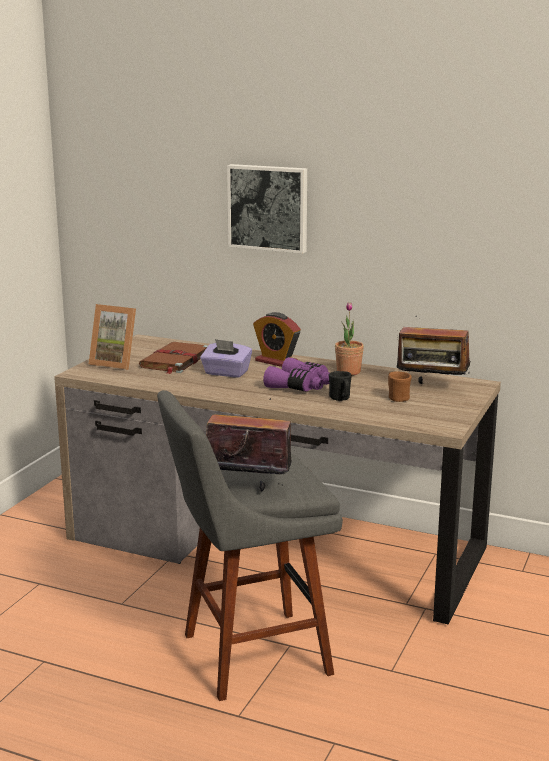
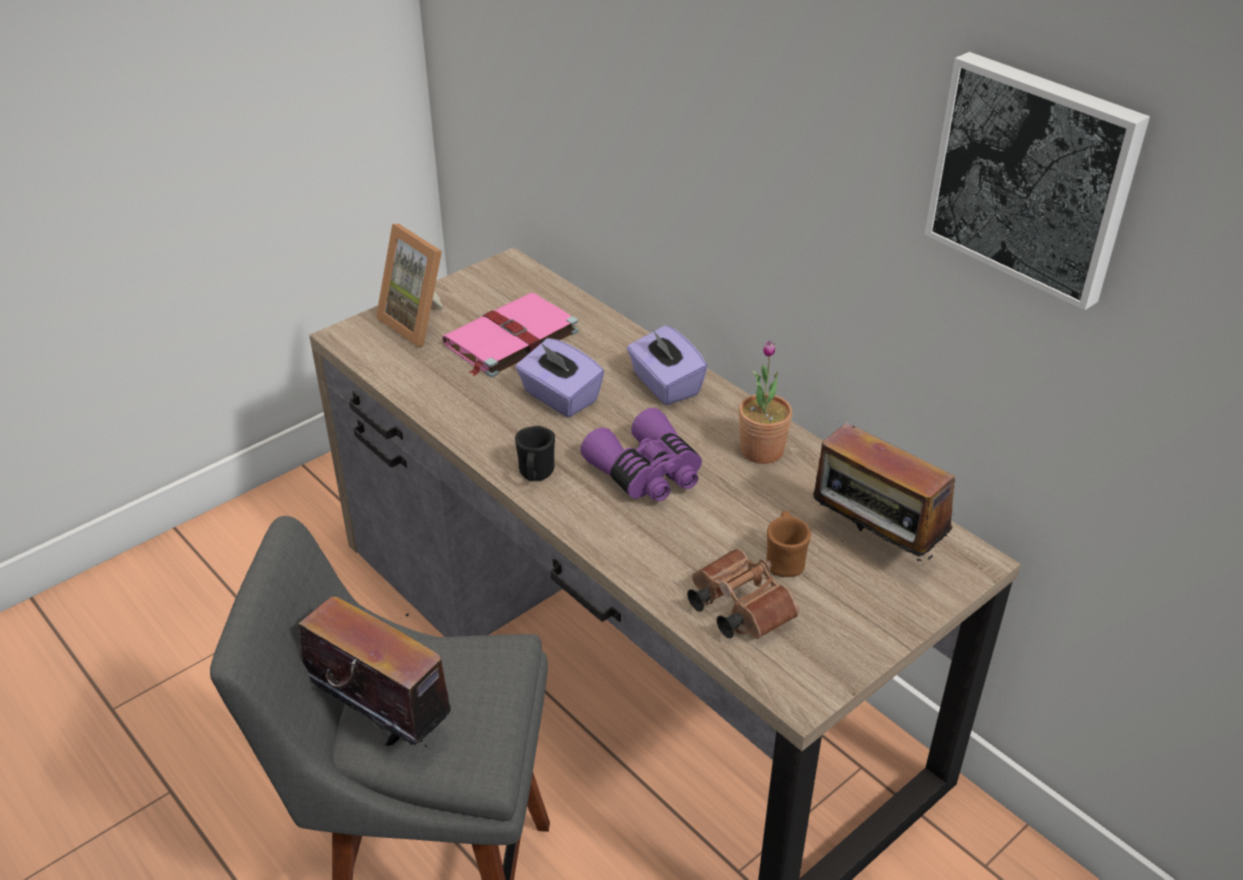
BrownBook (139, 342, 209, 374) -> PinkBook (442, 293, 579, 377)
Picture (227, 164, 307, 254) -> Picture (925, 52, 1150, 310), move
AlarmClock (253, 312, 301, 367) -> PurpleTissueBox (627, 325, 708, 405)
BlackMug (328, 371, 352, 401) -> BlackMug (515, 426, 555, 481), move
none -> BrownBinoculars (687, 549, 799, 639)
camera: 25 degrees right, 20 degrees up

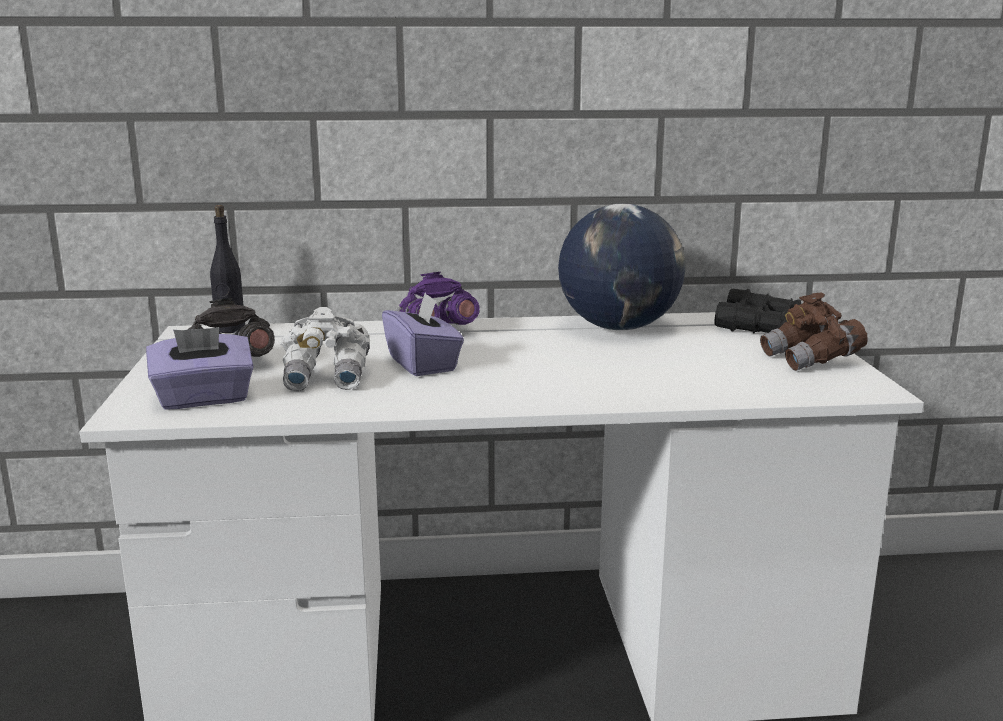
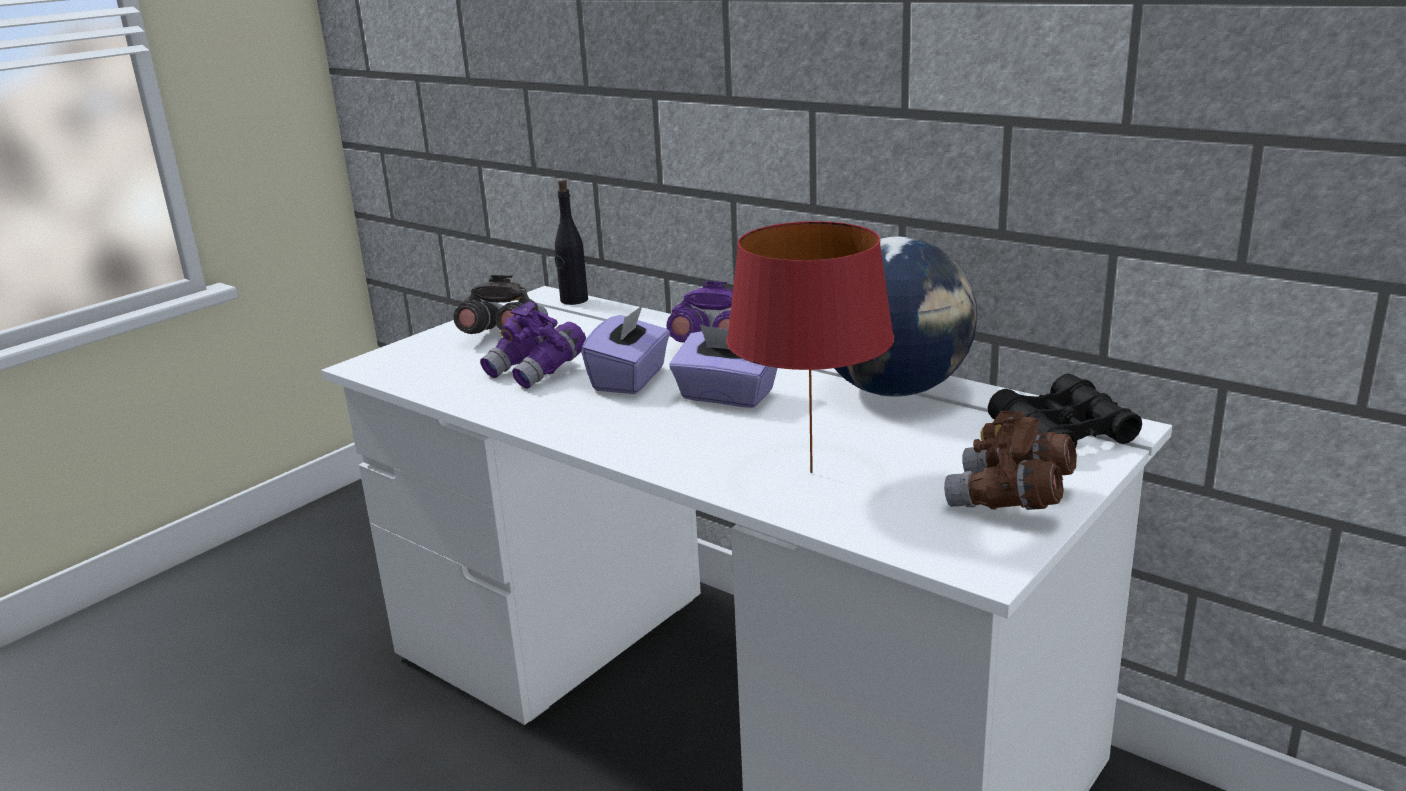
PurpleTissueBox (146, 327, 254, 410) -> PurpleTissueBox (669, 325, 777, 408), move
WhiteBinoculars (280, 307, 370, 391) -> PurpleBinoculars (480, 302, 586, 389)
none -> RedTableLamp (727, 221, 894, 473)
camera: 45 degrees right, 5 degrees up

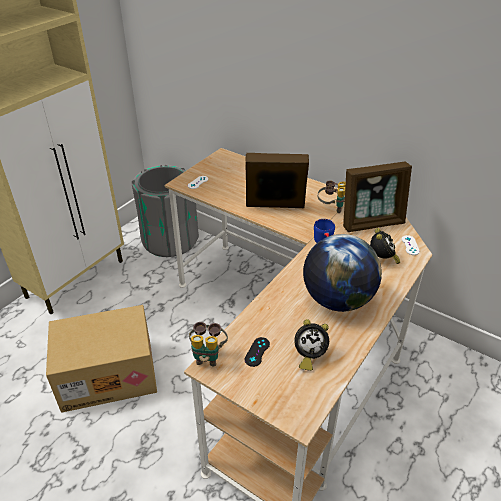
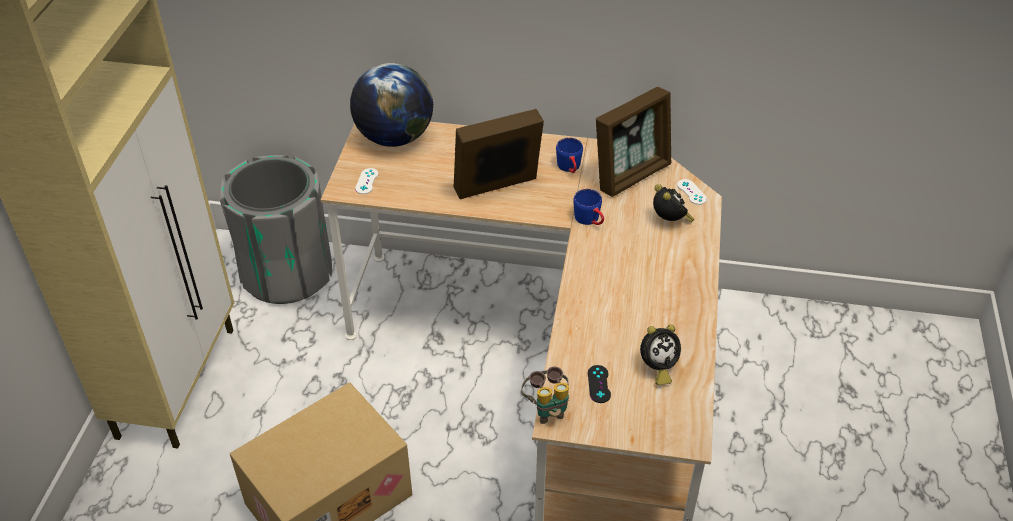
Globe (303, 234, 382, 312) -> Globe (350, 63, 433, 147), move
Binoculars (318, 181, 346, 213) -> BlueMug (556, 138, 583, 173)
camera: 25 degrees left, 5 degrees up

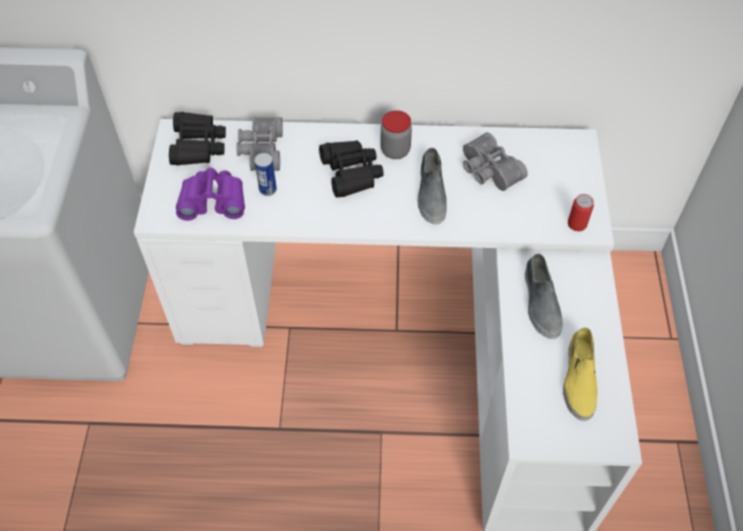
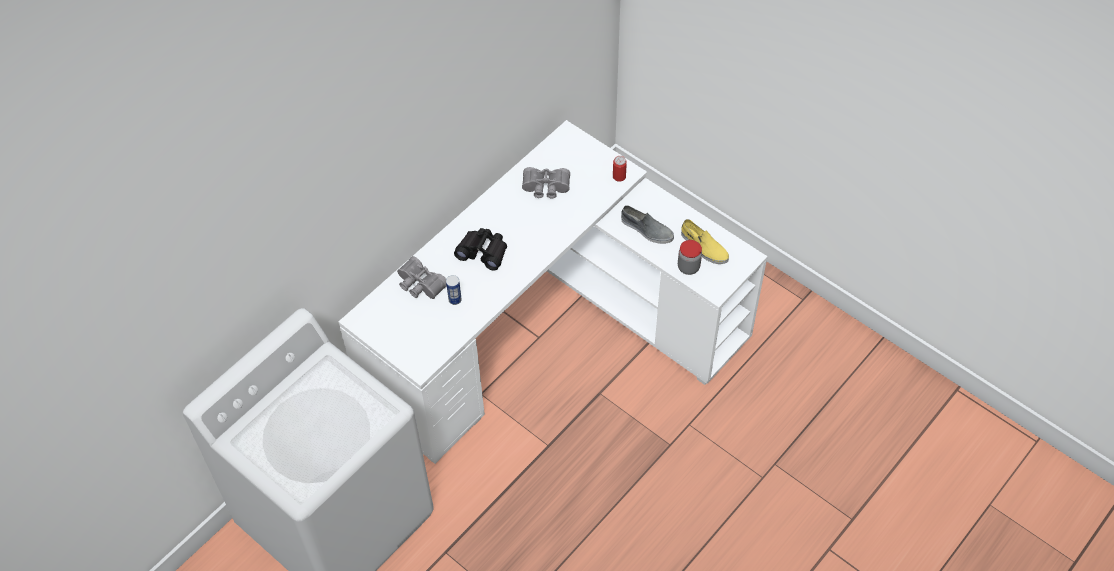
BlackBinoculars (169, 112, 226, 166) -> none
PurpleBinoculars (176, 167, 245, 221) -> none
Jar (381, 110, 412, 159) -> Jar (678, 240, 702, 275), move
GreyShoe (417, 148, 447, 224) -> none
camera: 50 degrees left, 0 degrees up

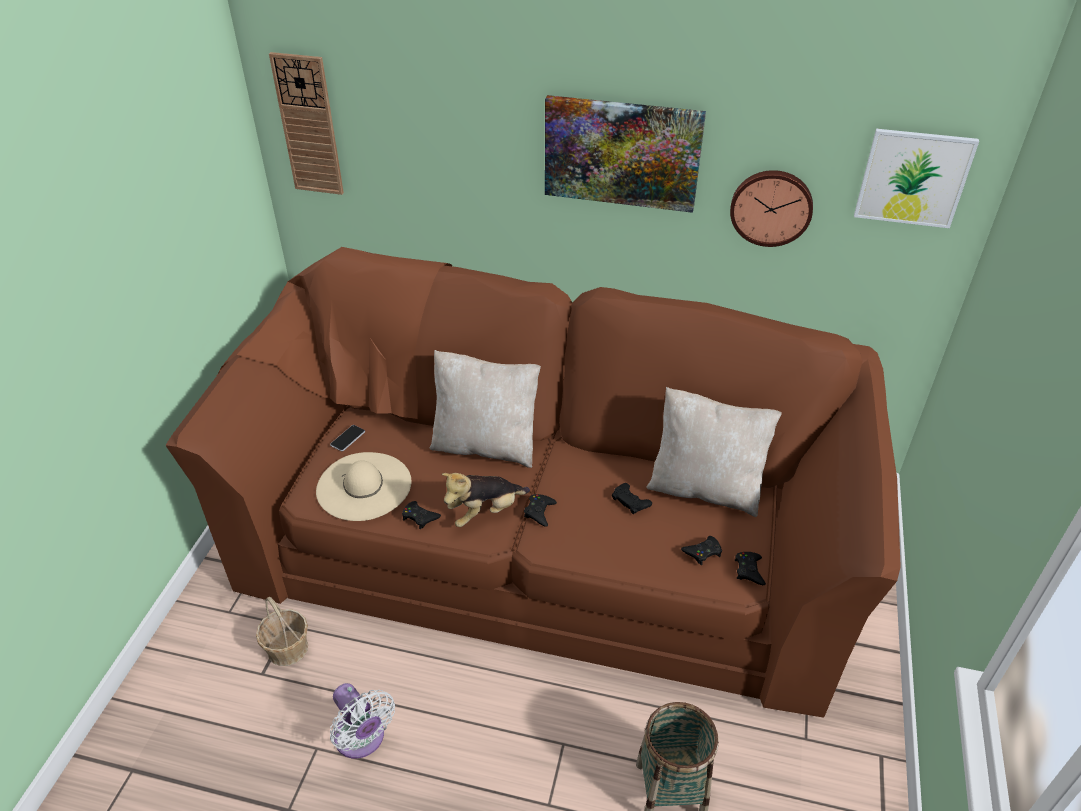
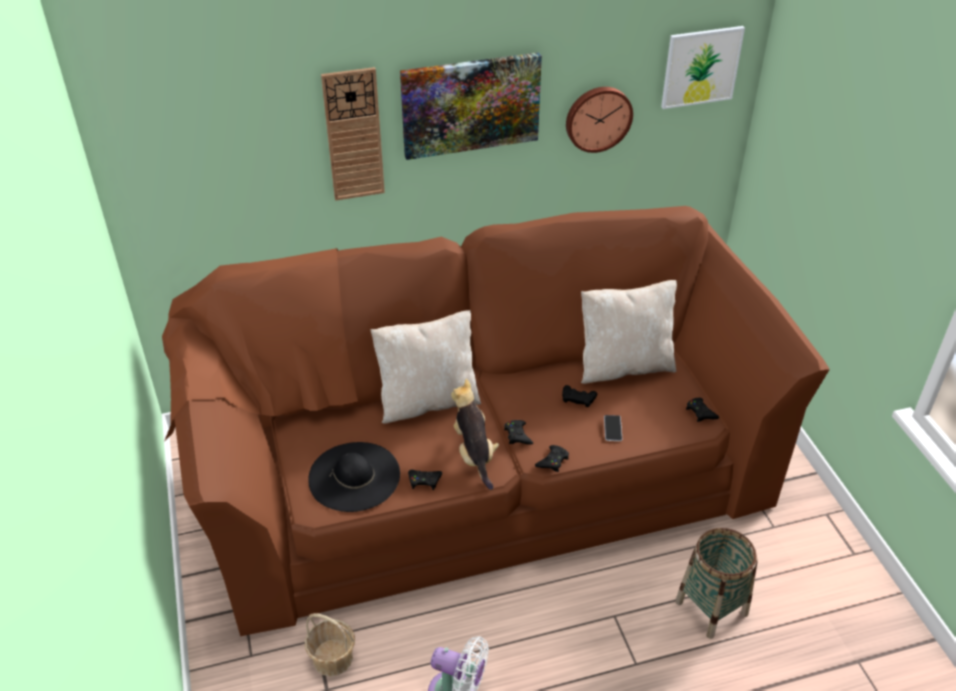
WallClock (269, 52, 344, 195) -> WallClock (321, 67, 385, 201), move
BeigeHat (316, 452, 411, 521) -> BlackHat (308, 442, 400, 512)
Phone (330, 425, 365, 451) -> Phone (604, 415, 622, 441), move
PlushToy (442, 473, 530, 527) -> PlushToy (451, 379, 499, 490), 135 degrees clockwise
BlackGameController (681, 536, 722, 565) -> BlackGameController (535, 445, 569, 472), move
camera: 30 degrees left, 0 degrees up

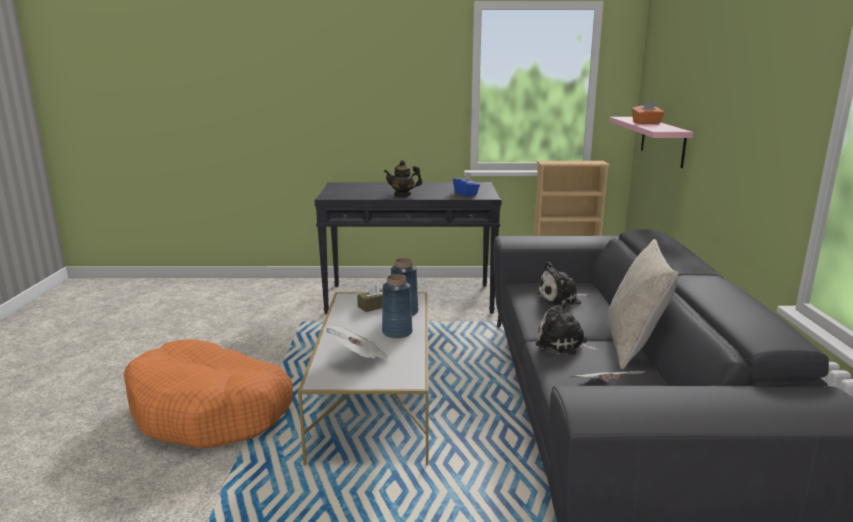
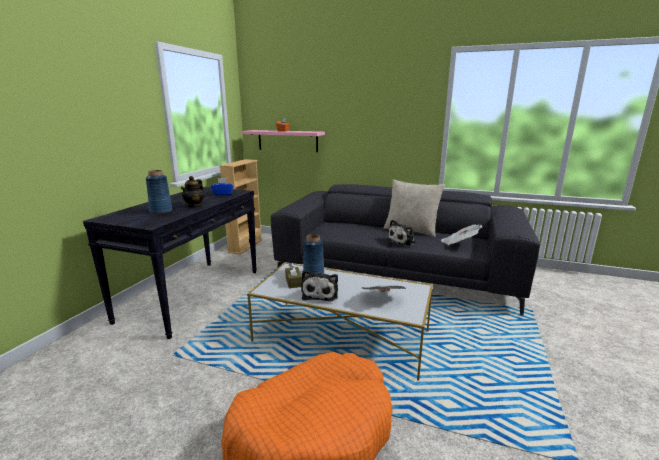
BlueVase (382, 274, 413, 338) -> BlueVase (146, 170, 172, 214), move
PlushToy (536, 262, 589, 307) -> PlushToy (301, 270, 338, 302), move
camera: 70 degrees left, 0 degrees up

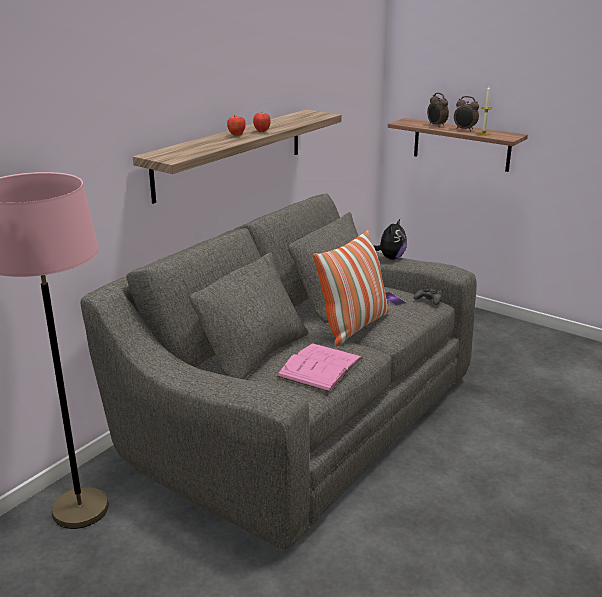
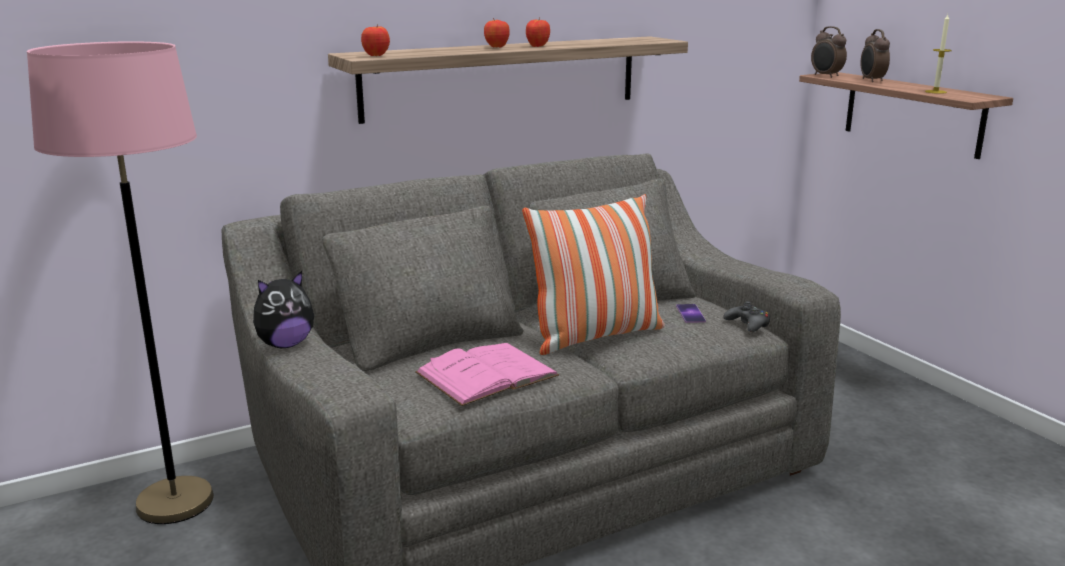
PlushToy (373, 219, 407, 260) -> PlushToy (253, 271, 314, 348), move
AlarmClock (454, 96, 479, 131) -> AlarmClock (811, 26, 847, 78), move
none -> Apple (361, 24, 390, 56)
camera: 25 degrees right, 5 degrees down

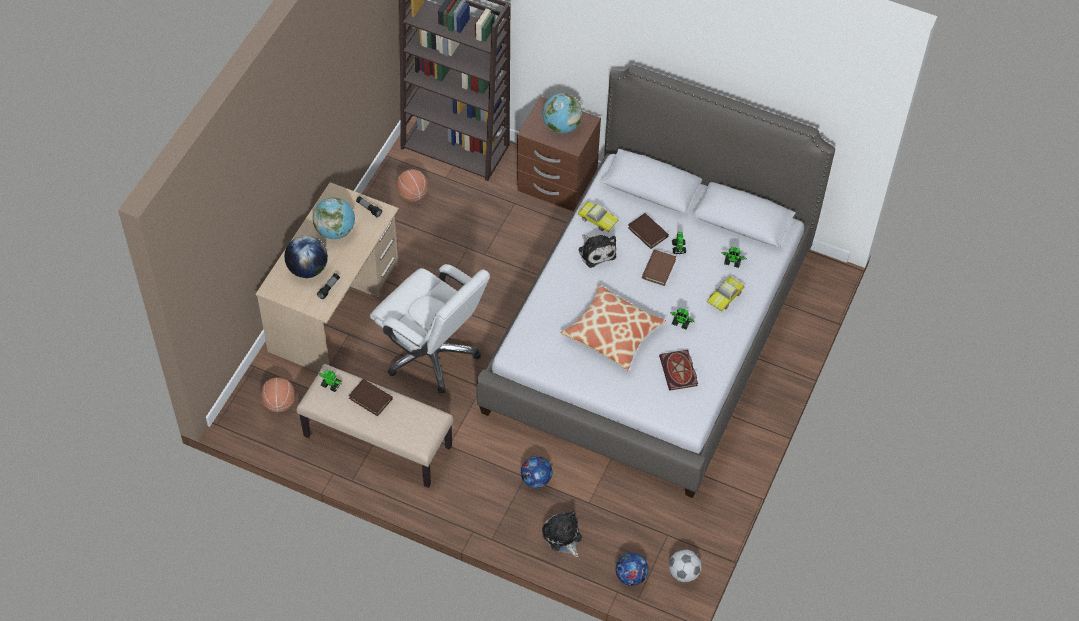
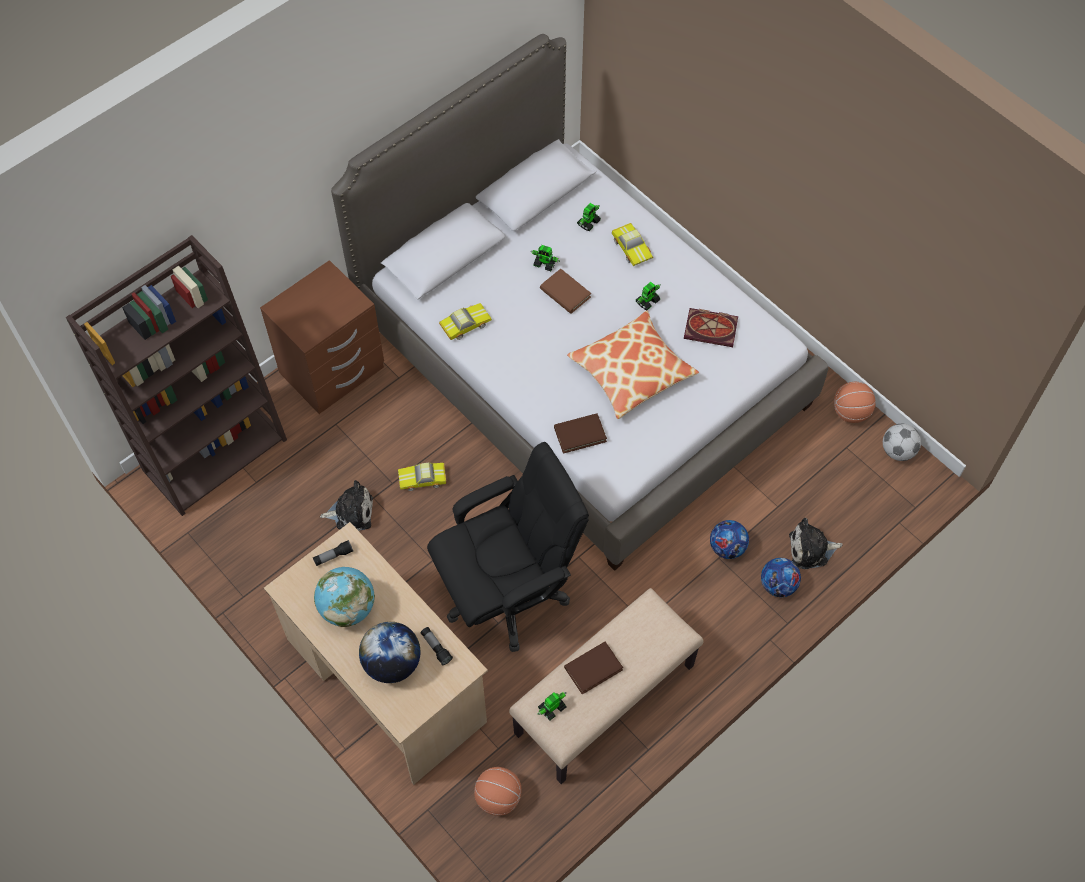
WhiteOfficeChair (370, 264, 490, 394) -> BlackOfficeChair (427, 442, 589, 652)
Basketball (396, 169, 428, 202) -> Basketball (834, 382, 876, 423), move
Globe (542, 93, 582, 133) -> none
PlushToy (579, 234, 616, 268) -> PlushToy (320, 480, 373, 531), move
Football (616, 553, 648, 586) -> Football (761, 558, 801, 597), move
BrownBook (628, 213, 669, 249) -> BrownBook (554, 413, 607, 454), move
none -> ToyCar (398, 463, 446, 491)
camera: 65 degrees left, 5 degrees up

